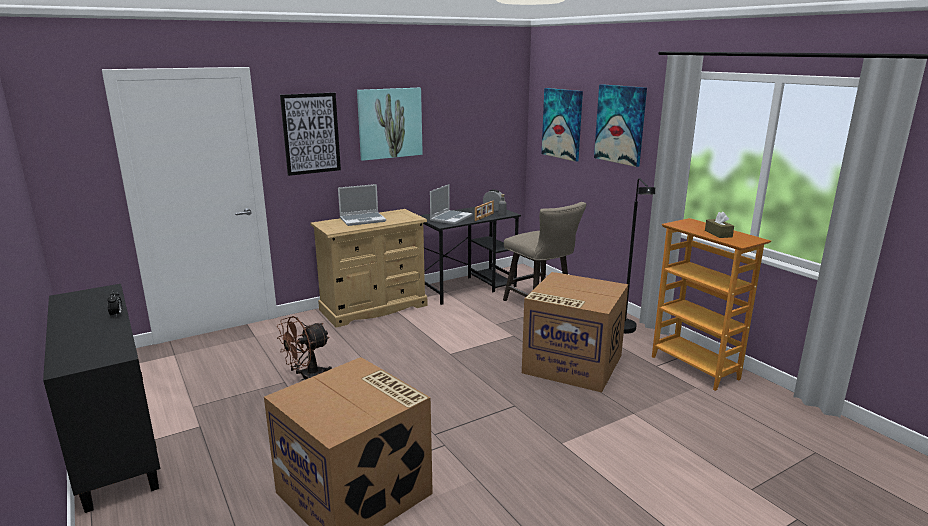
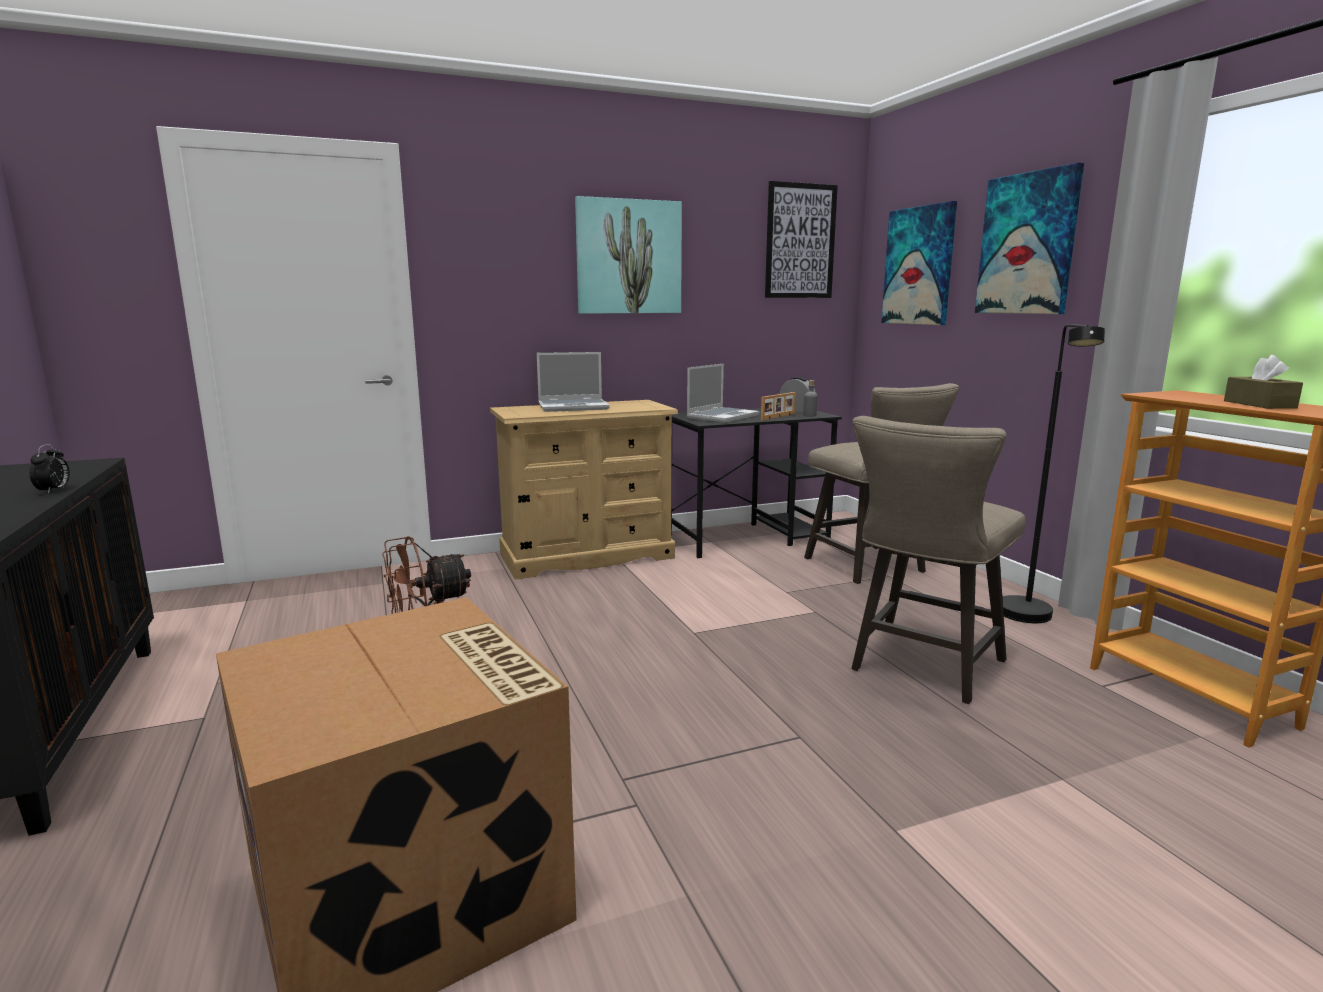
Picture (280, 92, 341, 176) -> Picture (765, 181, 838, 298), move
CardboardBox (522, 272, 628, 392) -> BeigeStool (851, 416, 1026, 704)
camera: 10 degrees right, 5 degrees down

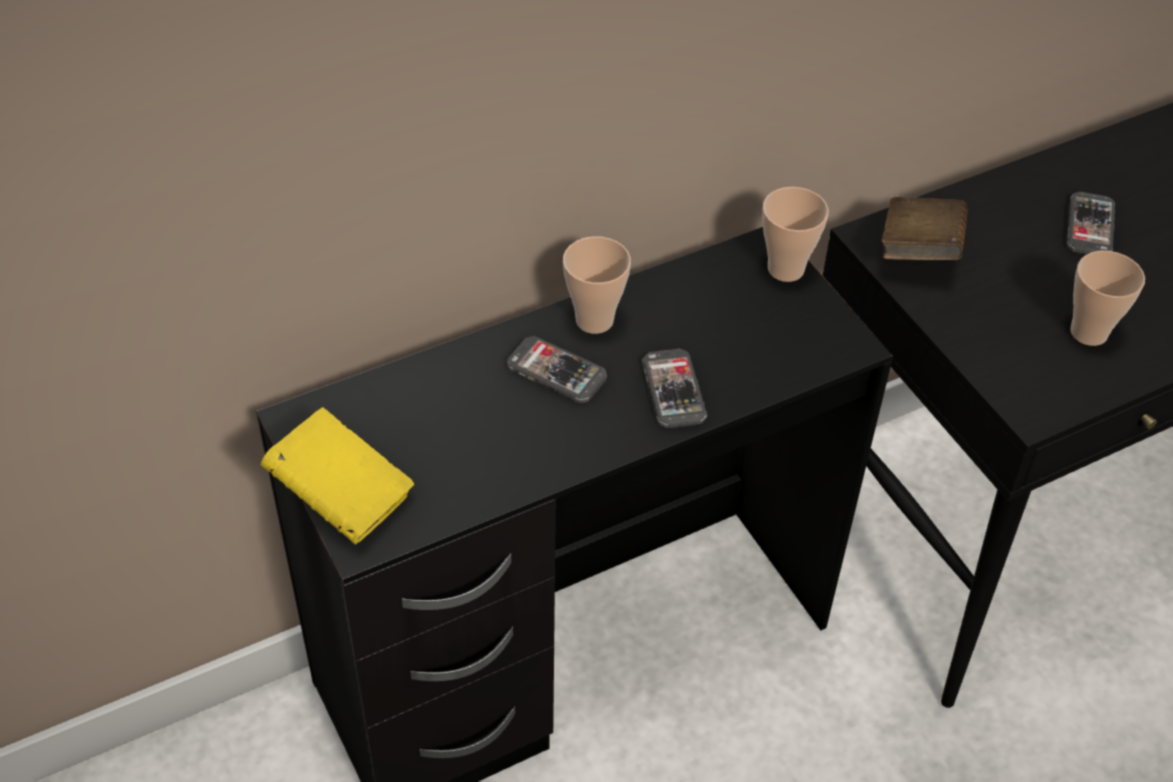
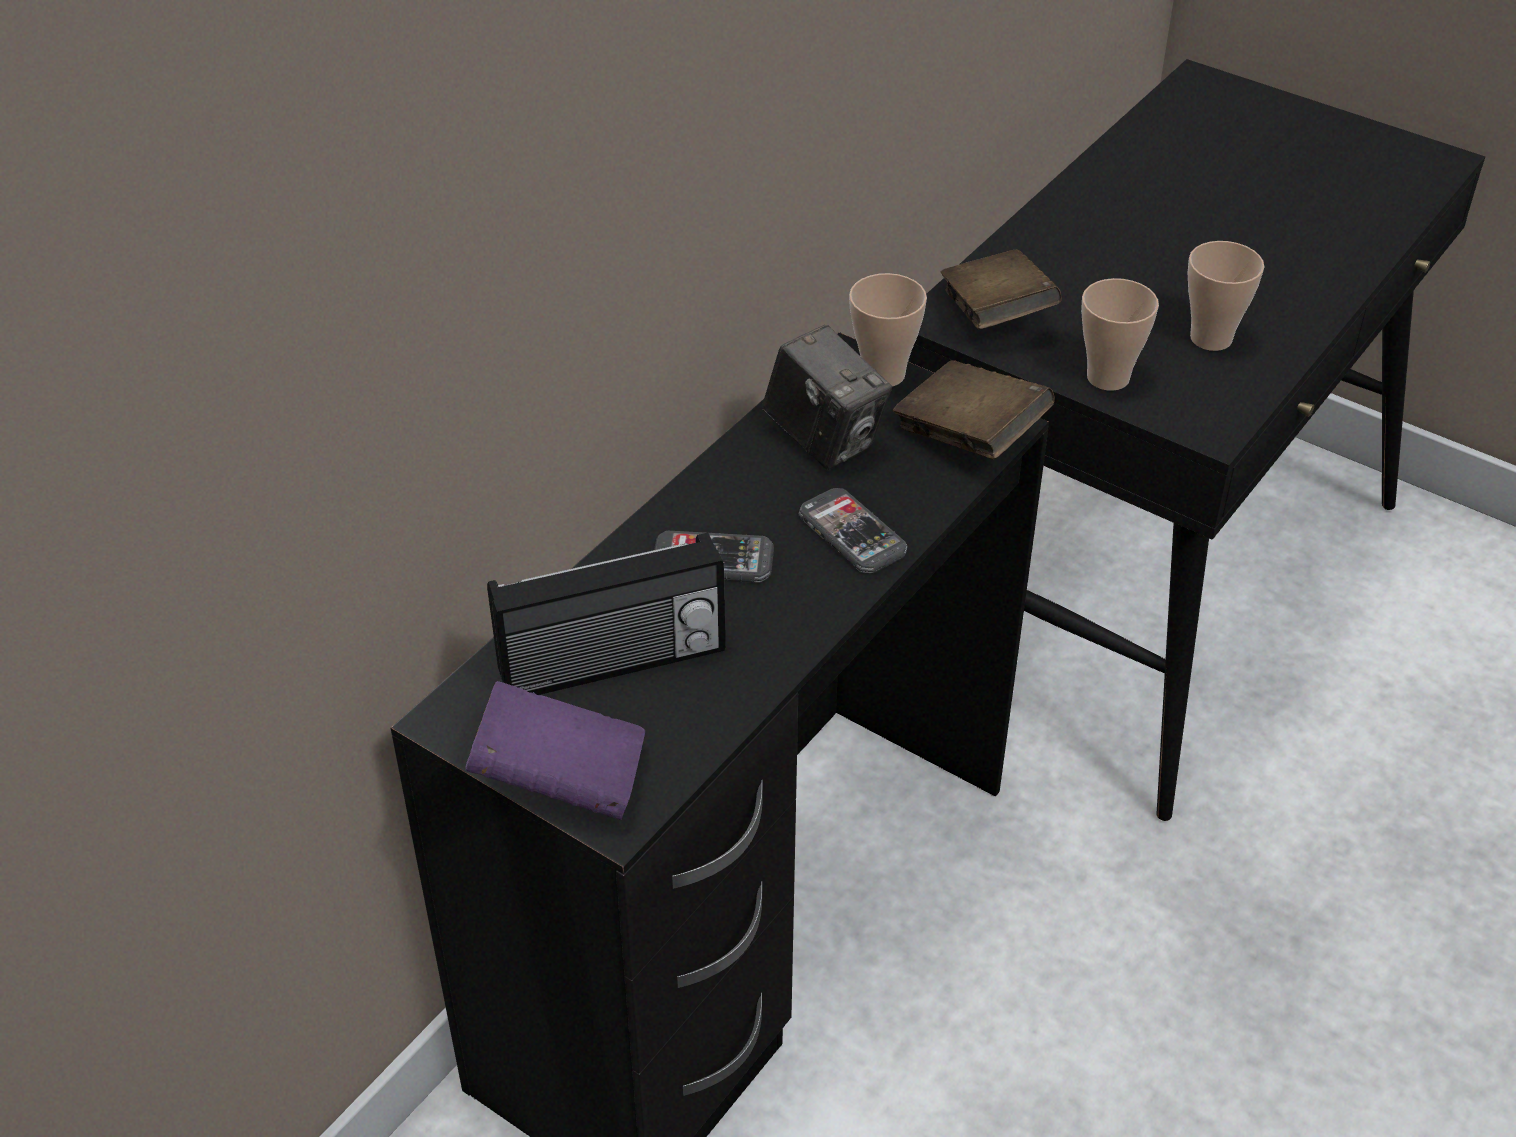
YellowBook (261, 407, 414, 545) -> PurpleBook (465, 681, 645, 820)
Cup (563, 236, 631, 334) -> Cup (1081, 278, 1159, 391), move
Phone (1067, 192, 1115, 255) -> none
none -> Radio (487, 533, 725, 695)
none -> PhotoCamera (762, 325, 892, 470)
none -> BrownBook (893, 360, 1055, 459)
camera: 25 degrees left, 5 degrees down

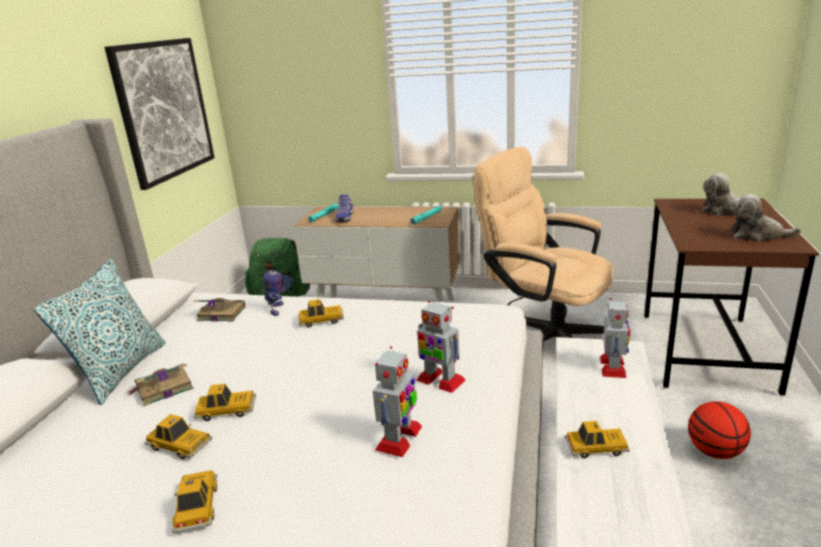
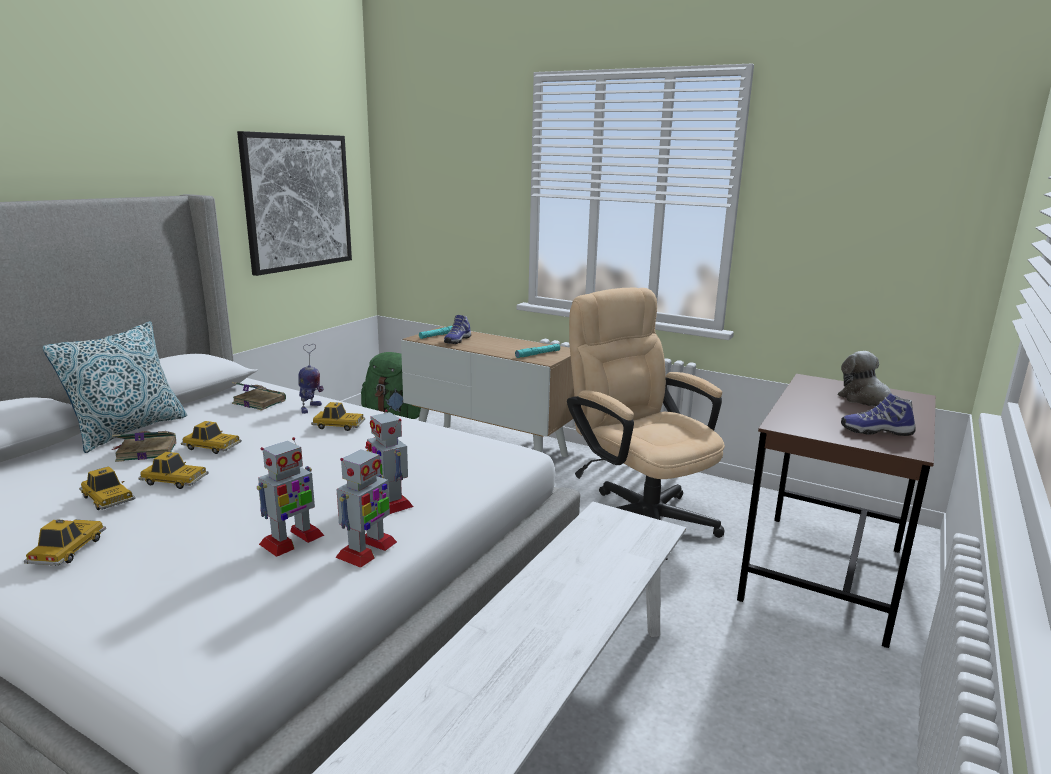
ToyCar (565, 421, 630, 458) -> ToyCar (181, 421, 242, 454), move
ToyRobot (600, 298, 630, 378) -> ToyRobot (335, 446, 397, 568), move
Basketball (688, 401, 751, 459) -> none
PlushToy (731, 194, 802, 242) -> Shoe (841, 393, 915, 436)
camera: 15 degrees right, 5 degrees down

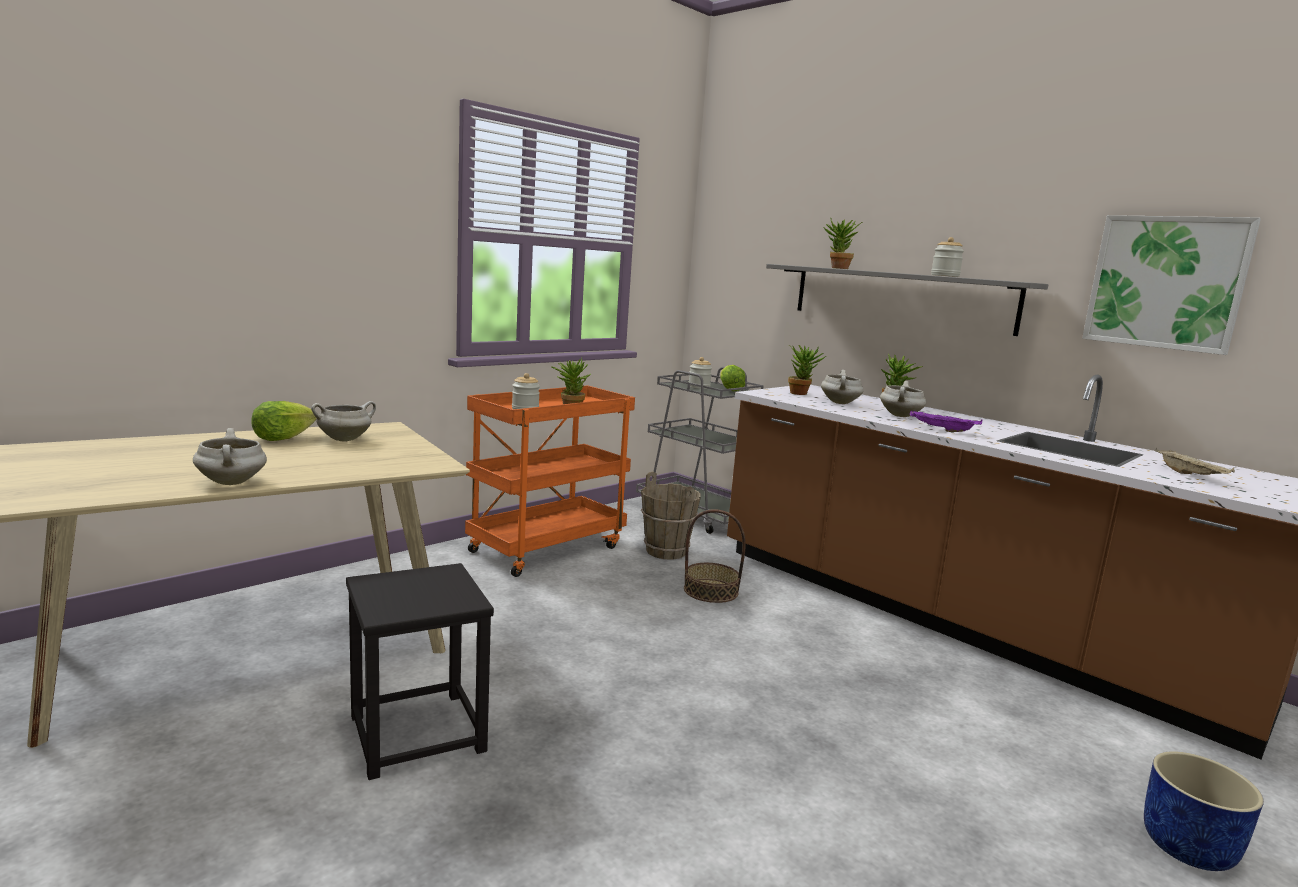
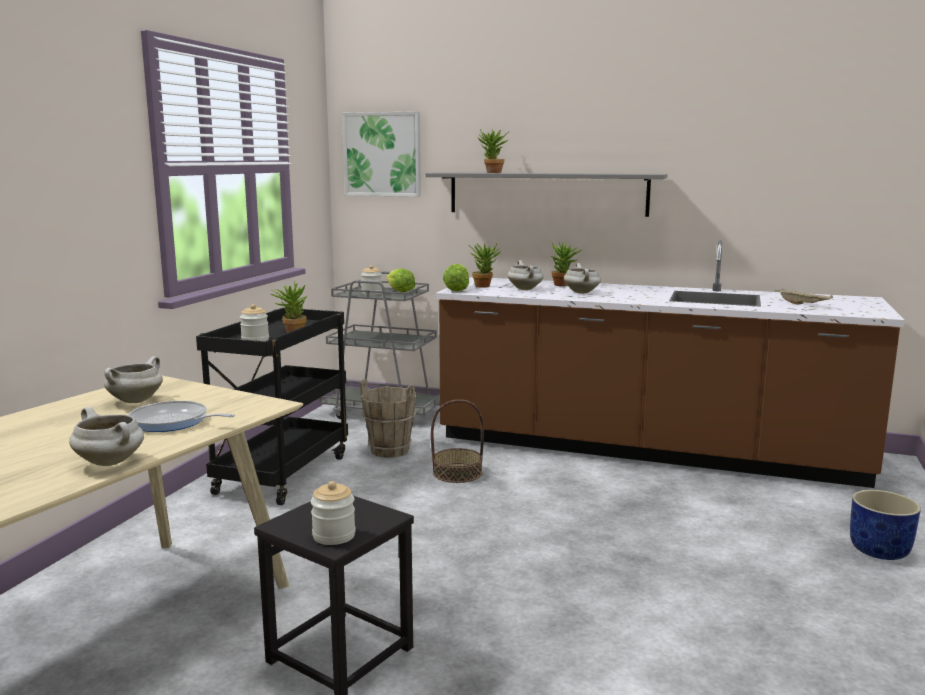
Lettuce (251, 401, 317, 441) -> Lettuce (443, 264, 469, 292), move
OrangeCart (465, 385, 635, 577) -> BlackCart (196, 308, 348, 505)
PurpleTray (910, 410, 982, 432) -> none
Jar (931, 237, 964, 277) -> Jar (311, 481, 356, 545), move
Picture (1082, 215, 1261, 355) -> Picture (342, 111, 421, 197), move
none -> FryingPan (128, 401, 235, 432)
camera: 25 degrees left, 0 degrees up

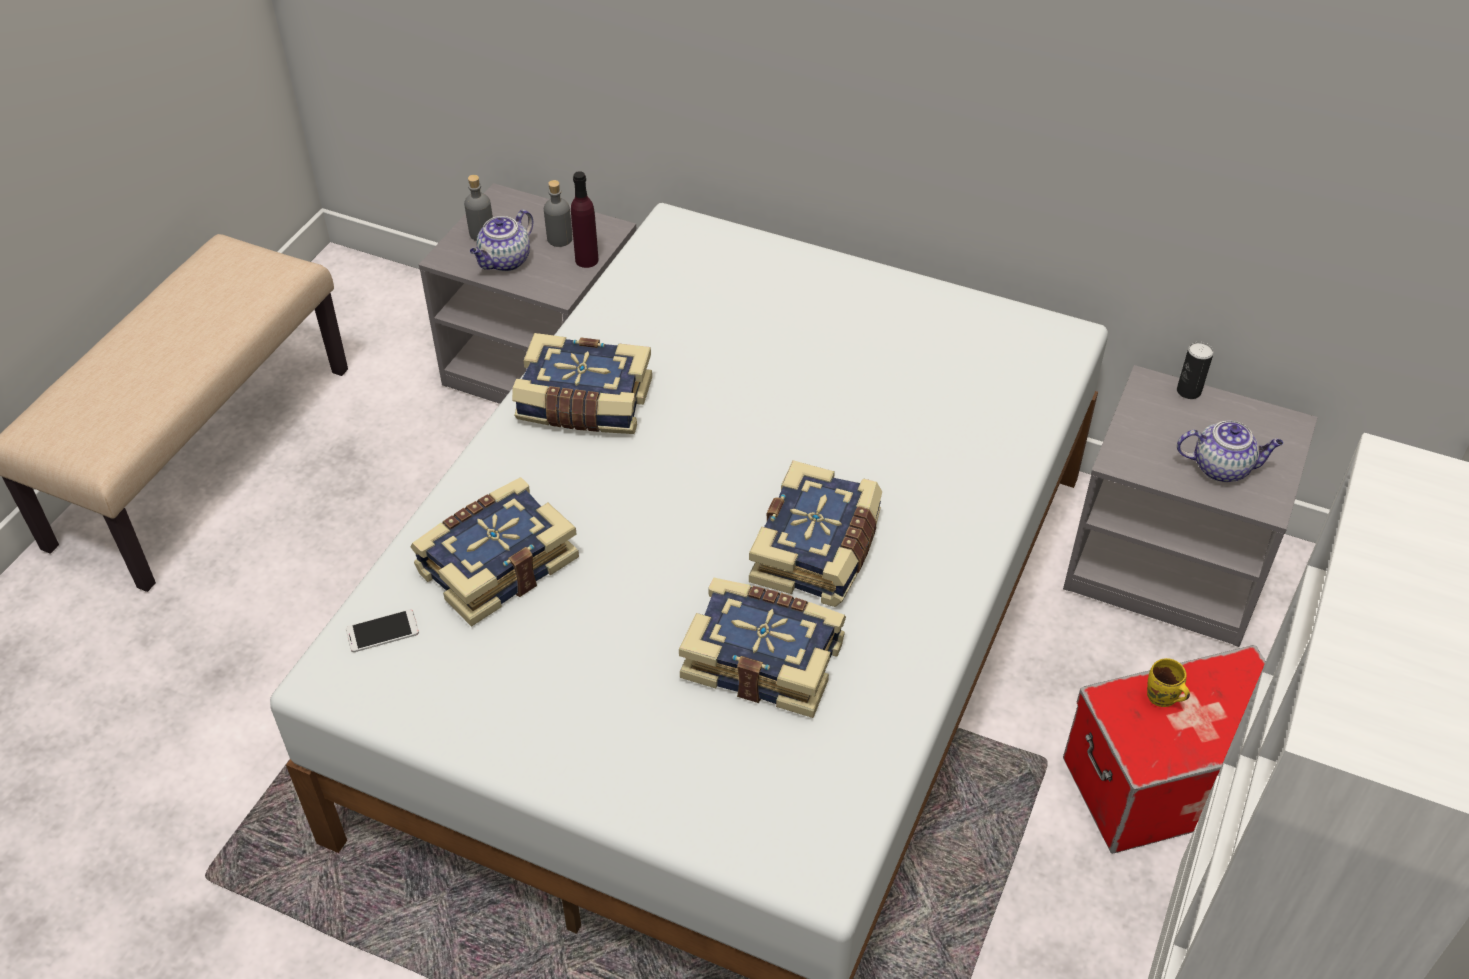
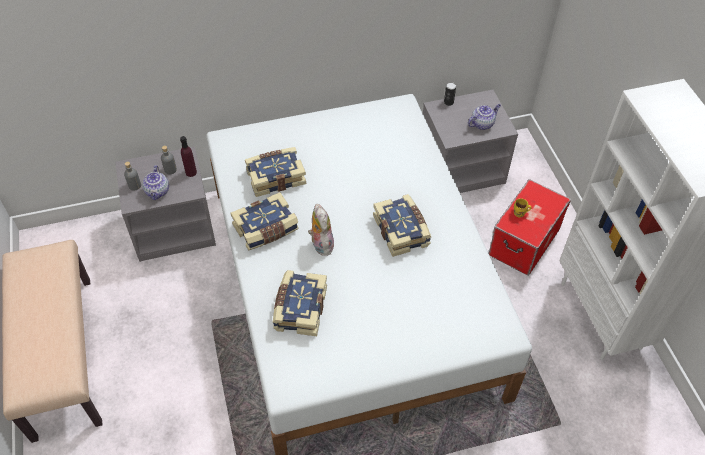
Phone (346, 609, 419, 652) -> none
Book (679, 578, 846, 718) -> Book (245, 147, 306, 197), move
none -> PlushToy (308, 204, 334, 256)
camera: 40 degrees left, 5 degrees up

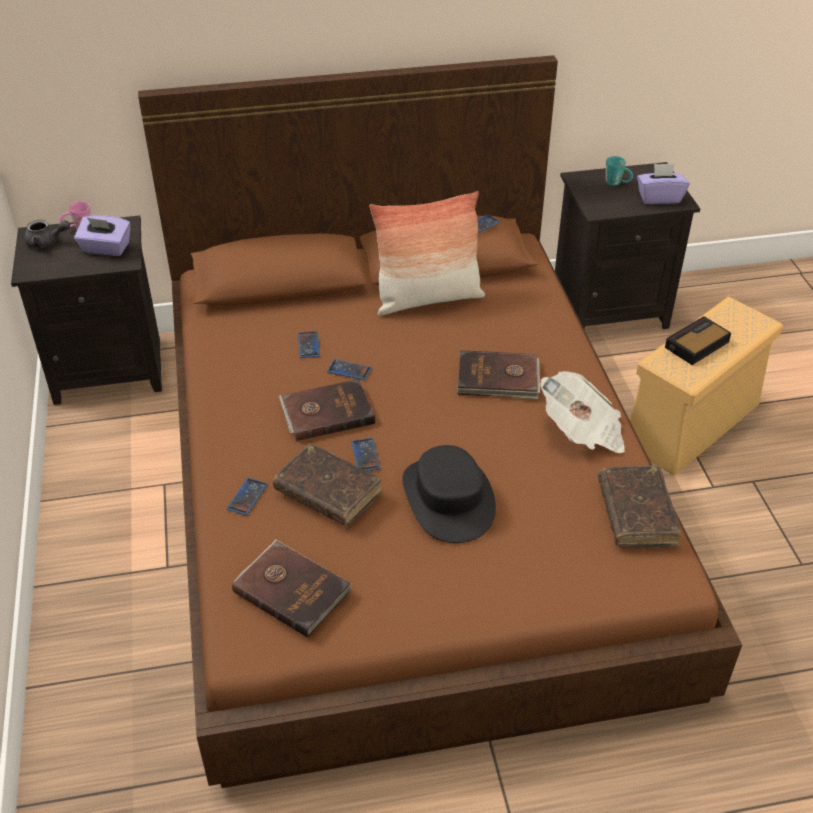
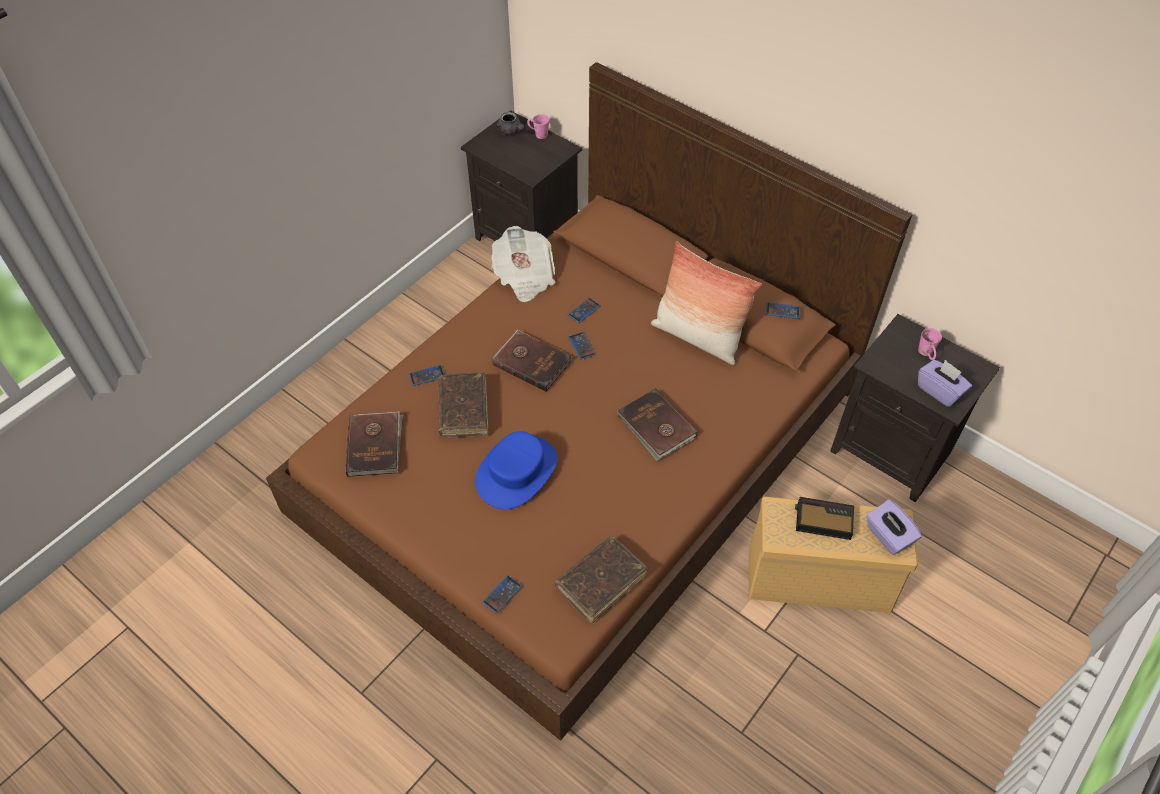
PurpleTissueBox (74, 215, 131, 256) -> PurpleTissueBox (866, 499, 922, 555), move
Phone (351, 438, 380, 471) -> Phone (482, 575, 522, 614), move
BlackHat (402, 445, 496, 543) -> BlueHat (475, 431, 558, 509)
Newspaper (540, 371, 625, 453) -> Newspaper (491, 226, 555, 302), move
TurquoiseMug (606, 156, 633, 186) -> PinkMug (918, 328, 942, 360)
camera: 50 degrees right, 10 degrees up

